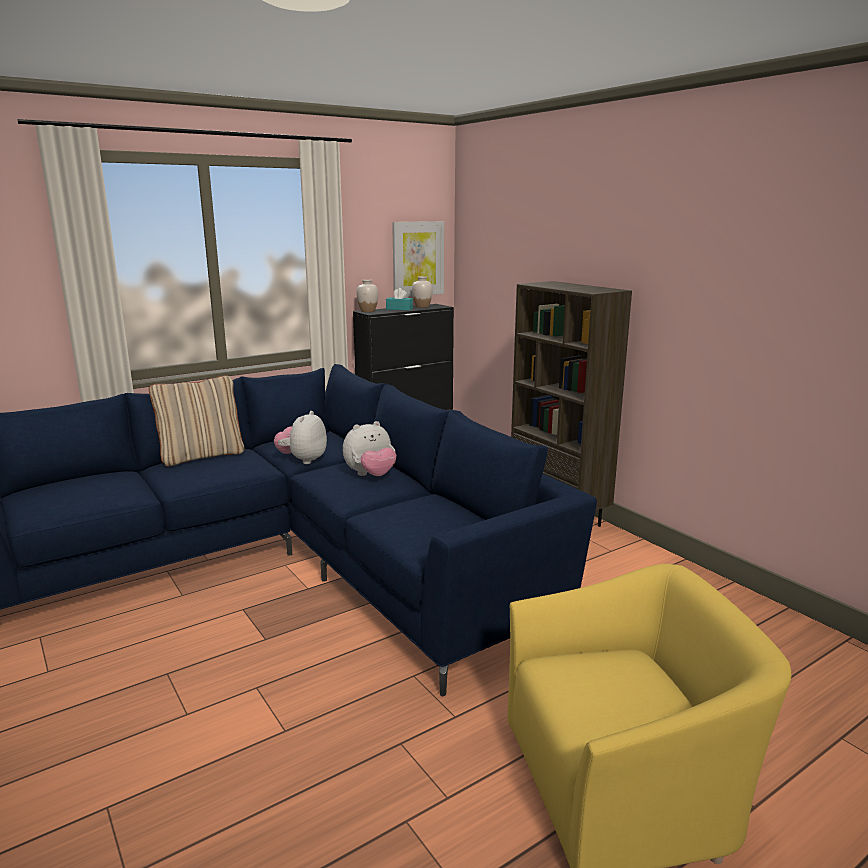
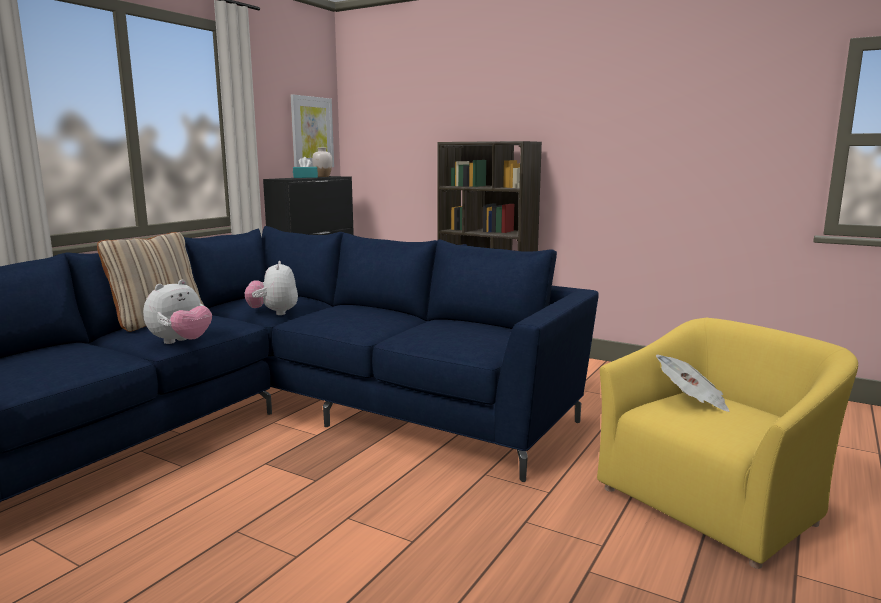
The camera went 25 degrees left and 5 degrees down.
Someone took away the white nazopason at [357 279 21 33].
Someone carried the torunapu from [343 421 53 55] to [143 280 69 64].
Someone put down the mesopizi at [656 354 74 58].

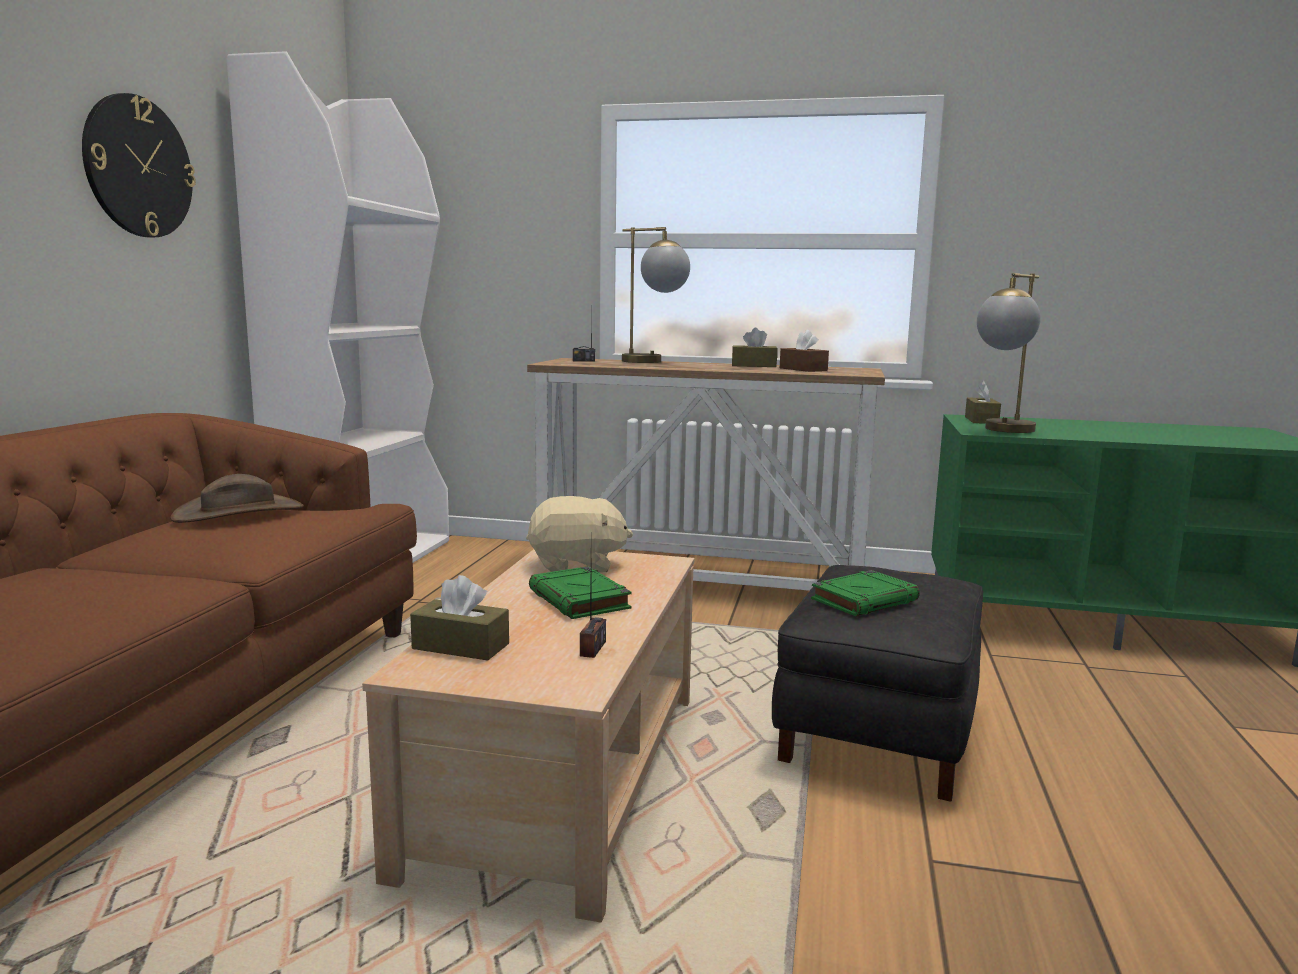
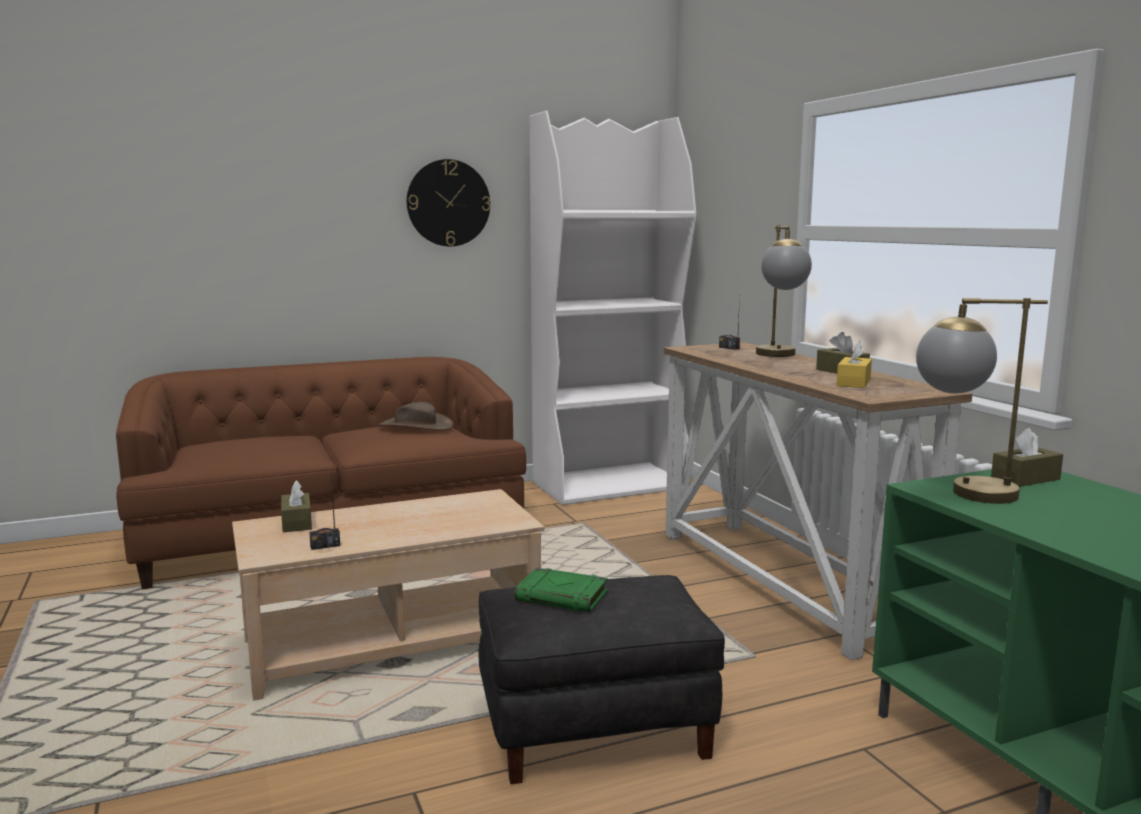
The camera went 55 degrees right and 0 degrees up.
Someone repainted the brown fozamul at [780 330 49 42], which became the yellow fozamul at [837 340 35 48].
Someone took away the beige torunapu at [526 496 107 77].
Someone took away the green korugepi at [529 566 103 53].

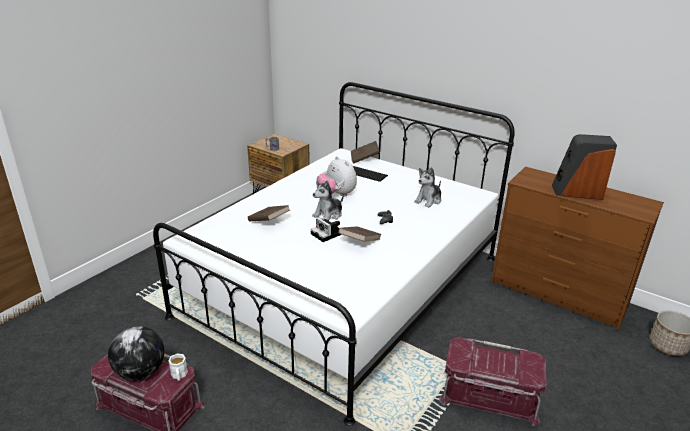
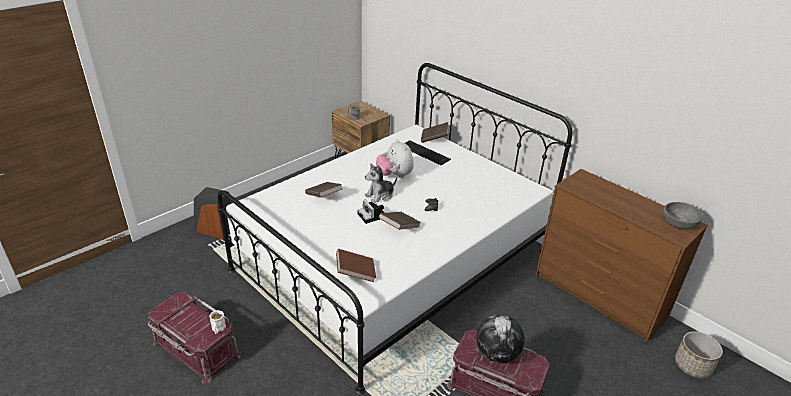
The camera went 10 degrees right and 5 degrees up.
Someone carried the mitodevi from [552 134 65 66] to [194 187 38 53].
Someone took away the torunapu at [414 167 27 41].
Someone carried the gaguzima from [108 326 56 55] to [477 315 48 48].
Someone put down the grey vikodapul at [664 202 39 28].
Someone put down the brown korugepi at [336 249 40 33].

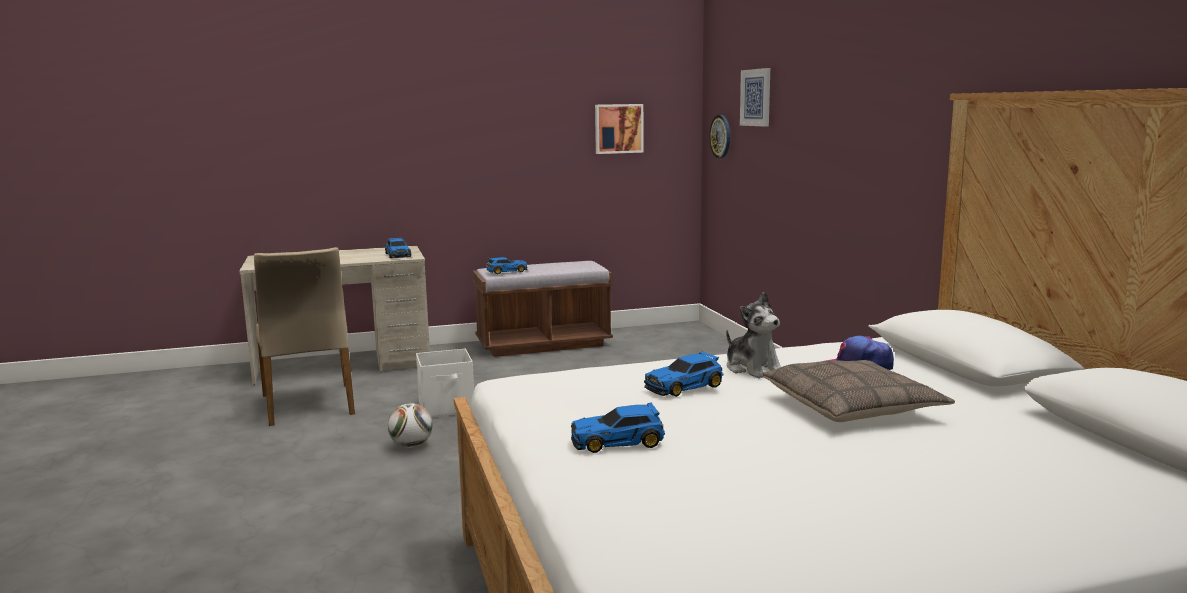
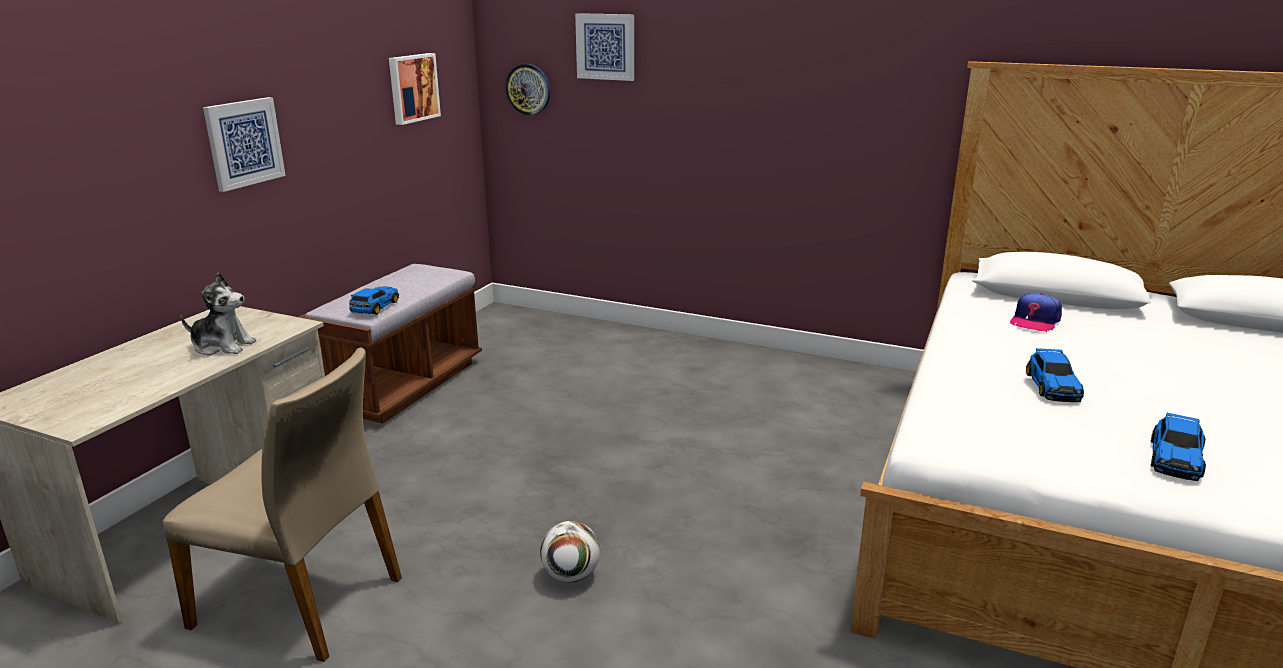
The camera went 50 degrees left and 10 degrees up.
Someone took away the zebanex at [385 238 26 20].
Someone carried the torunapu from [726 292 55 87] to [180 273 77 83].
Someone took away the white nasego at [416 349 58 69].
Someone took away the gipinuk at [762 360 193 62].
Someone put up the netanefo at [203 97 83 95].

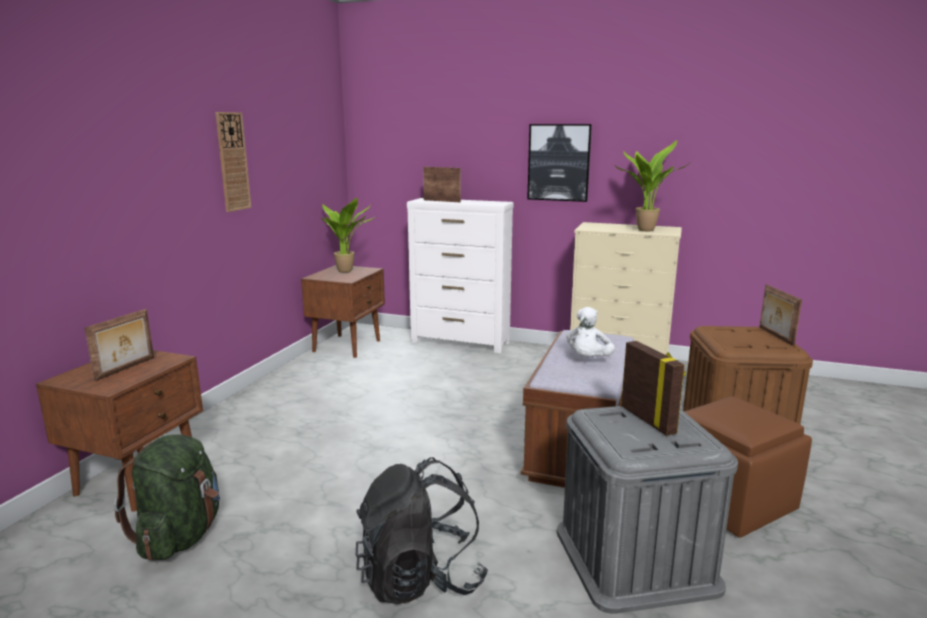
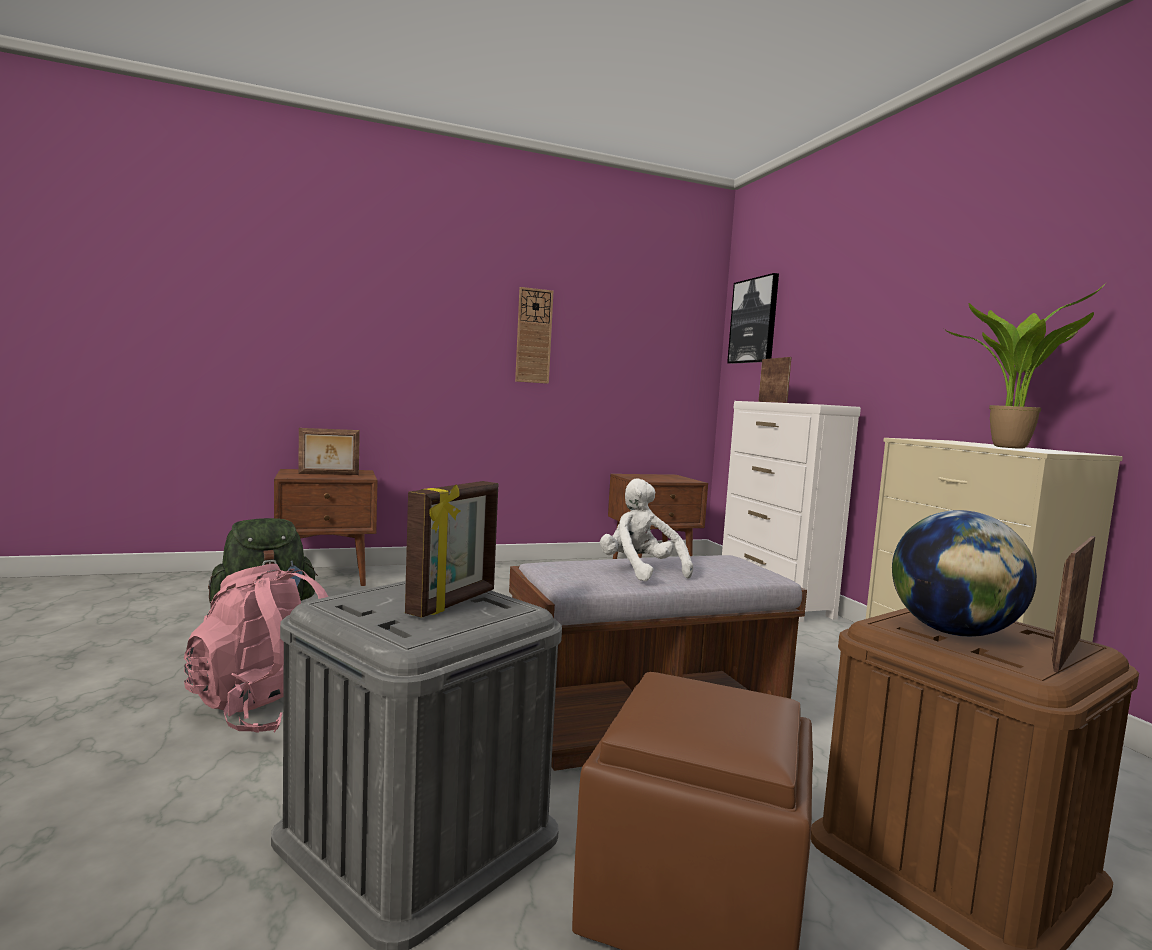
The camera went 50 degrees right and 10 degrees down.
Someone carried the netanefo from [527 124 65 78] to [727 273 52 91].
Someone took away the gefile at [321 198 54 75].
Someone rotated the white torunapu at [566 307 49 50] by 75 degrees clockwise.
Someone repainted the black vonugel at [356 457 132 147], which became the pink vonugel at [184 564 144 169].
Someone put down the gaguzima at [892 510 145 127].

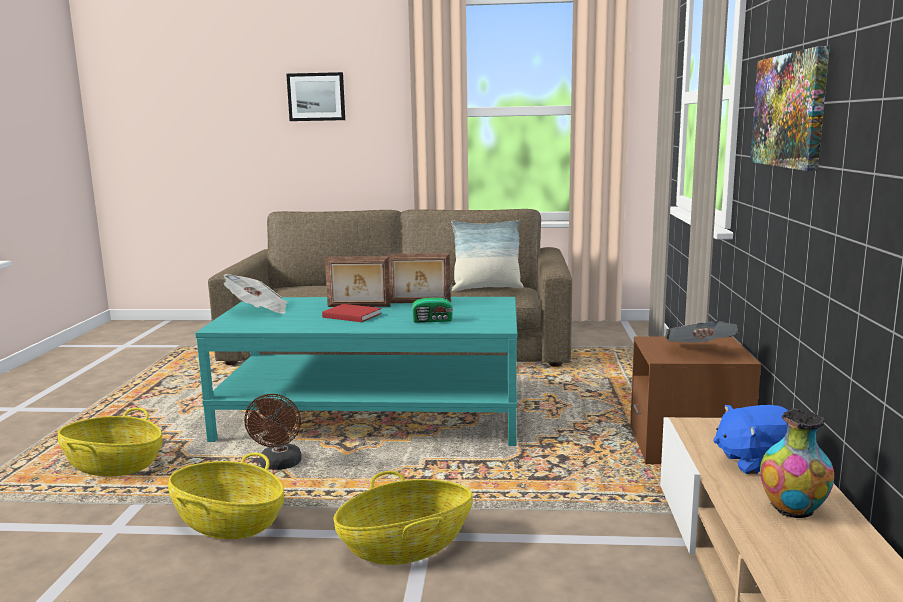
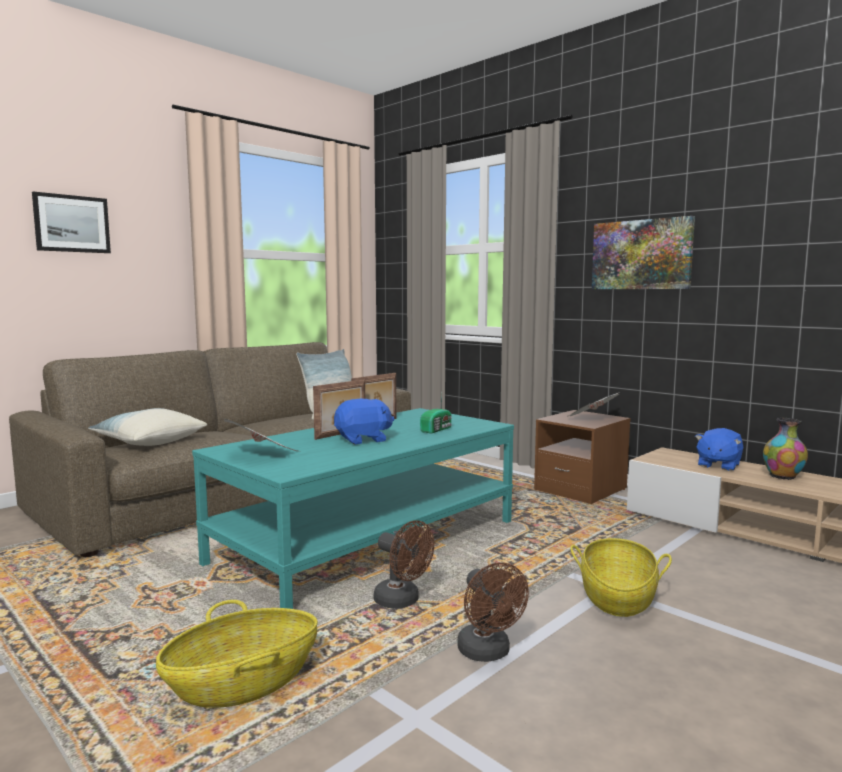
The camera went 50 degrees left and 5 degrees down.
Someone swapped the red korugepi at [322 304 60 18] for the blue torunapu at [334 399 60 45].
Someone swapped the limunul at [168 453 116 86] for the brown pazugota at [457 562 72 100].
Someone put down the gipinuk at [88 408 119 38].

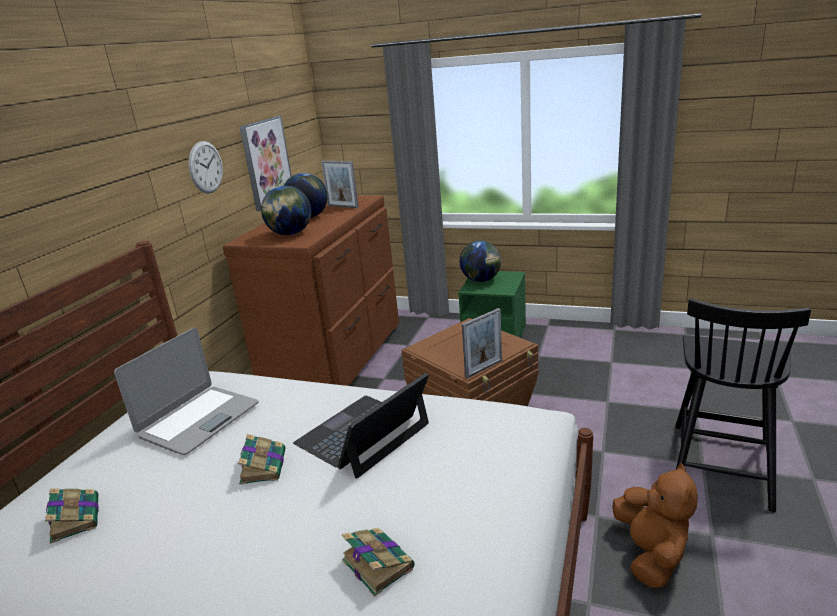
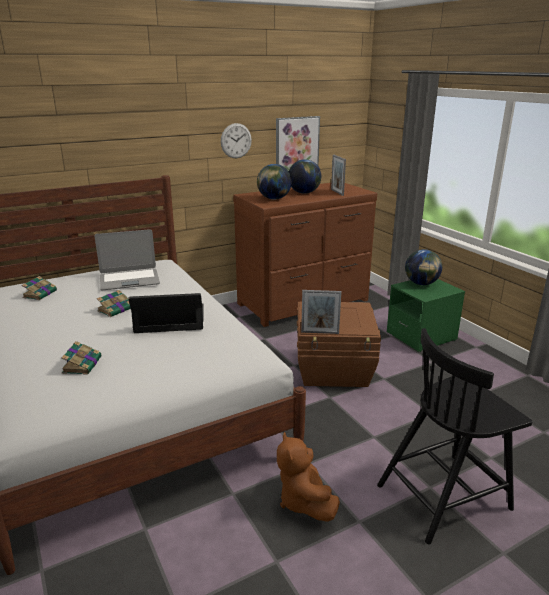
The camera went 40 degrees right and 0 degrees up.
Someone rotated the brown torunapu at [612 463 86 125] by 120 degrees clockwise.

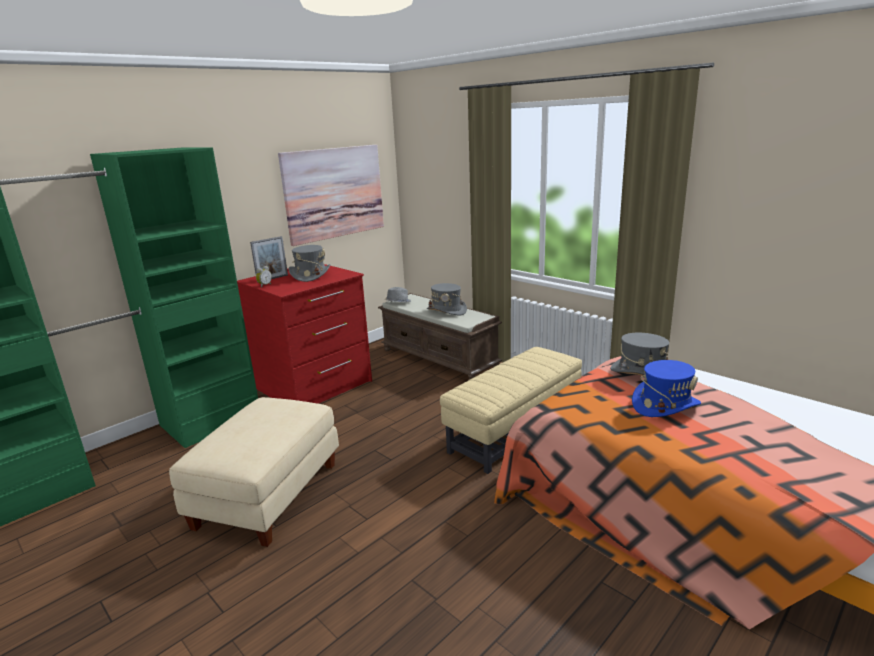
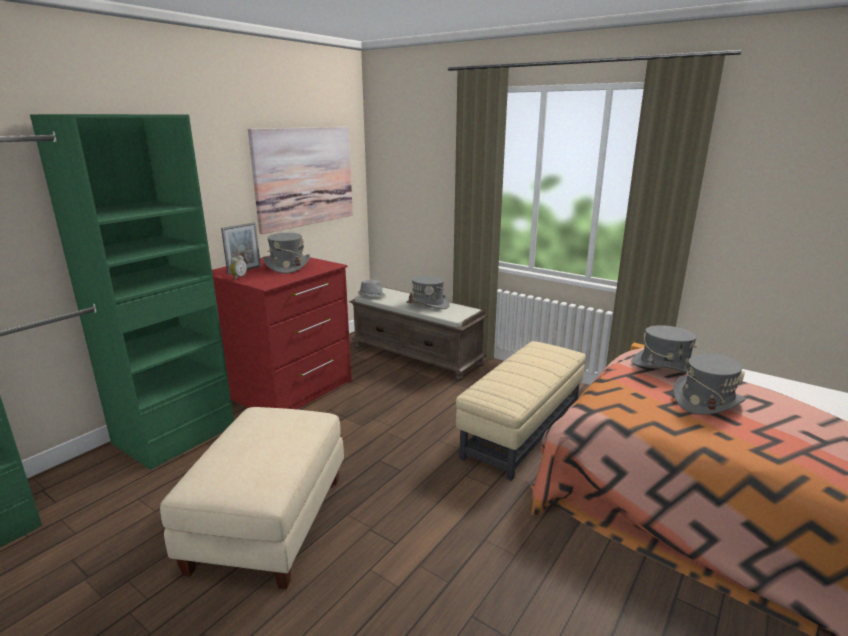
The camera went 10 degrees left and 0 degrees up.
Someone repainted the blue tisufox at [632 360 69 57], which became the grey tisufox at [673 354 73 61].

